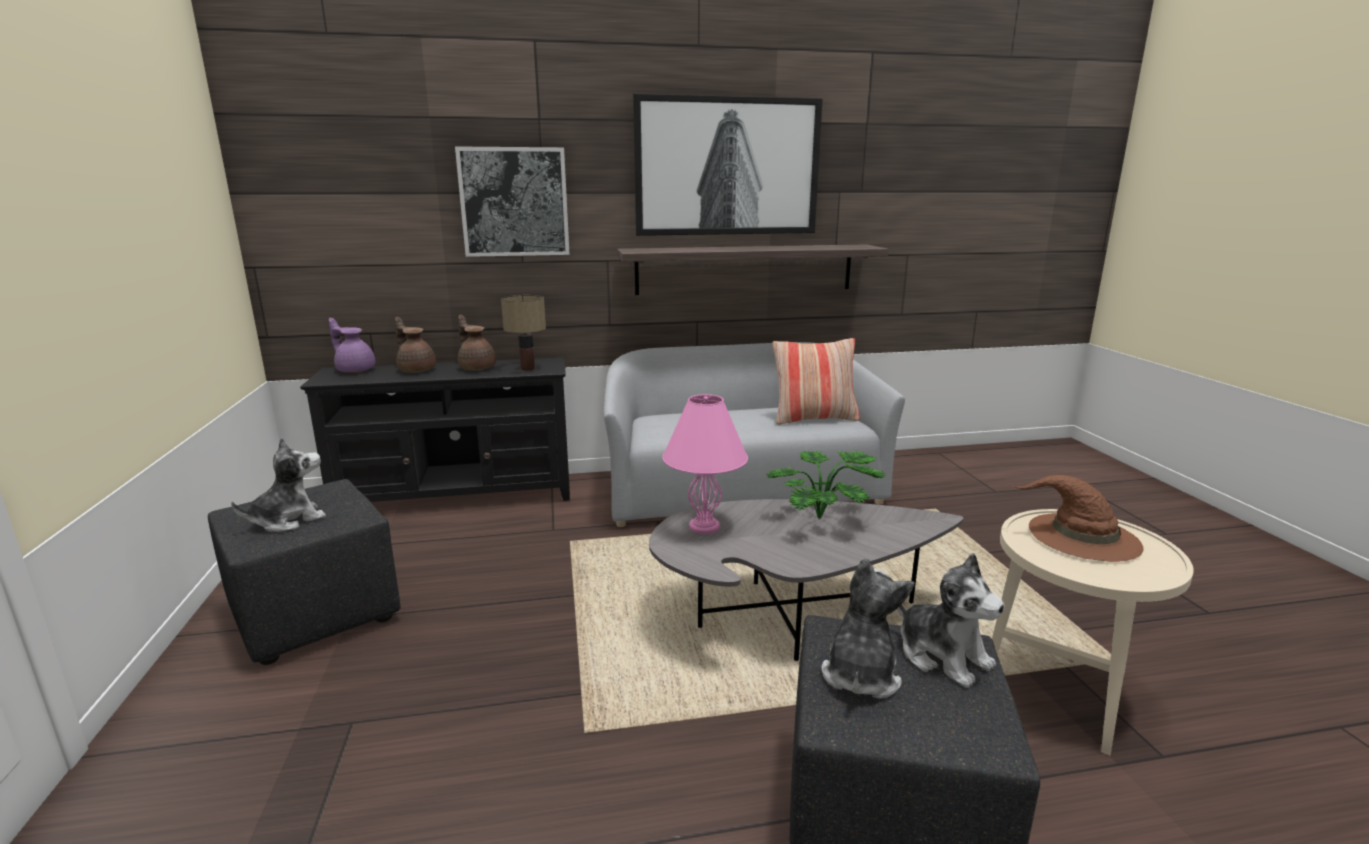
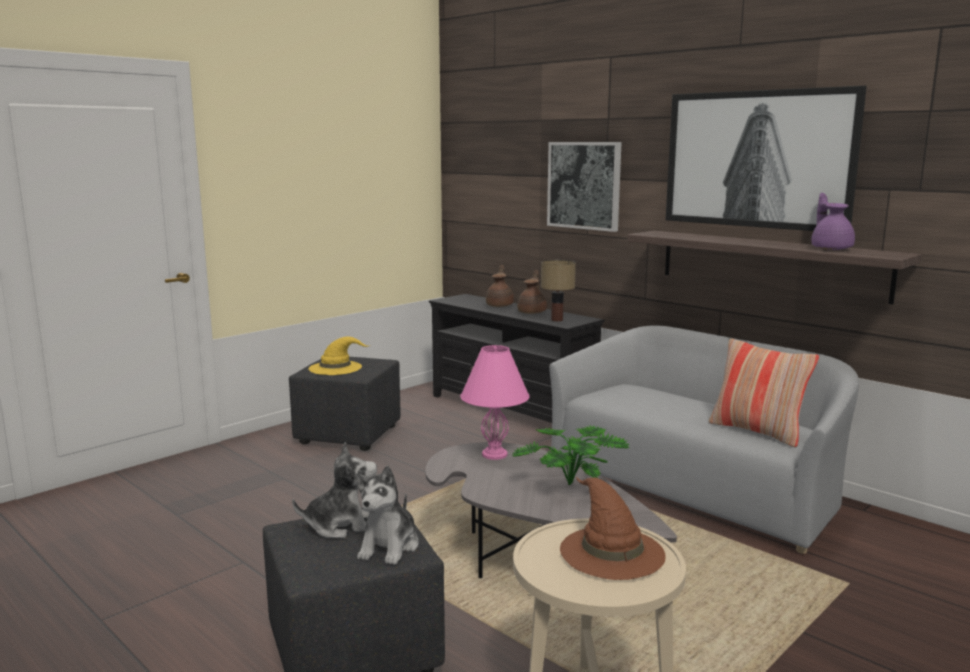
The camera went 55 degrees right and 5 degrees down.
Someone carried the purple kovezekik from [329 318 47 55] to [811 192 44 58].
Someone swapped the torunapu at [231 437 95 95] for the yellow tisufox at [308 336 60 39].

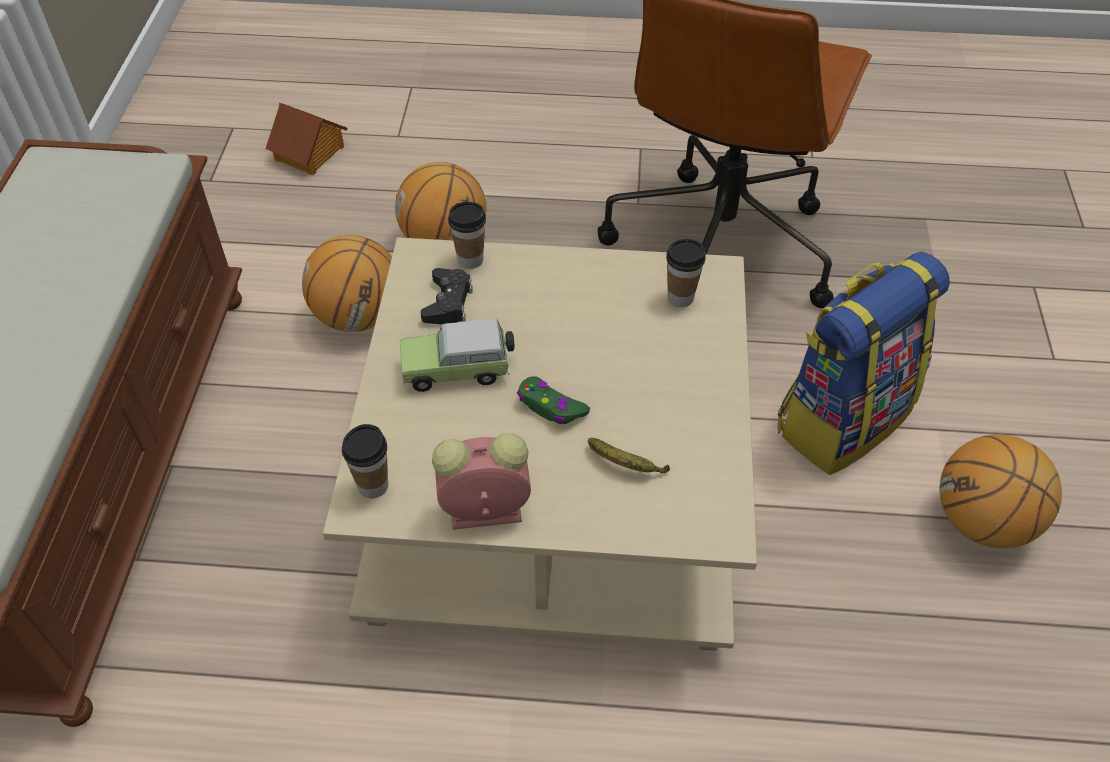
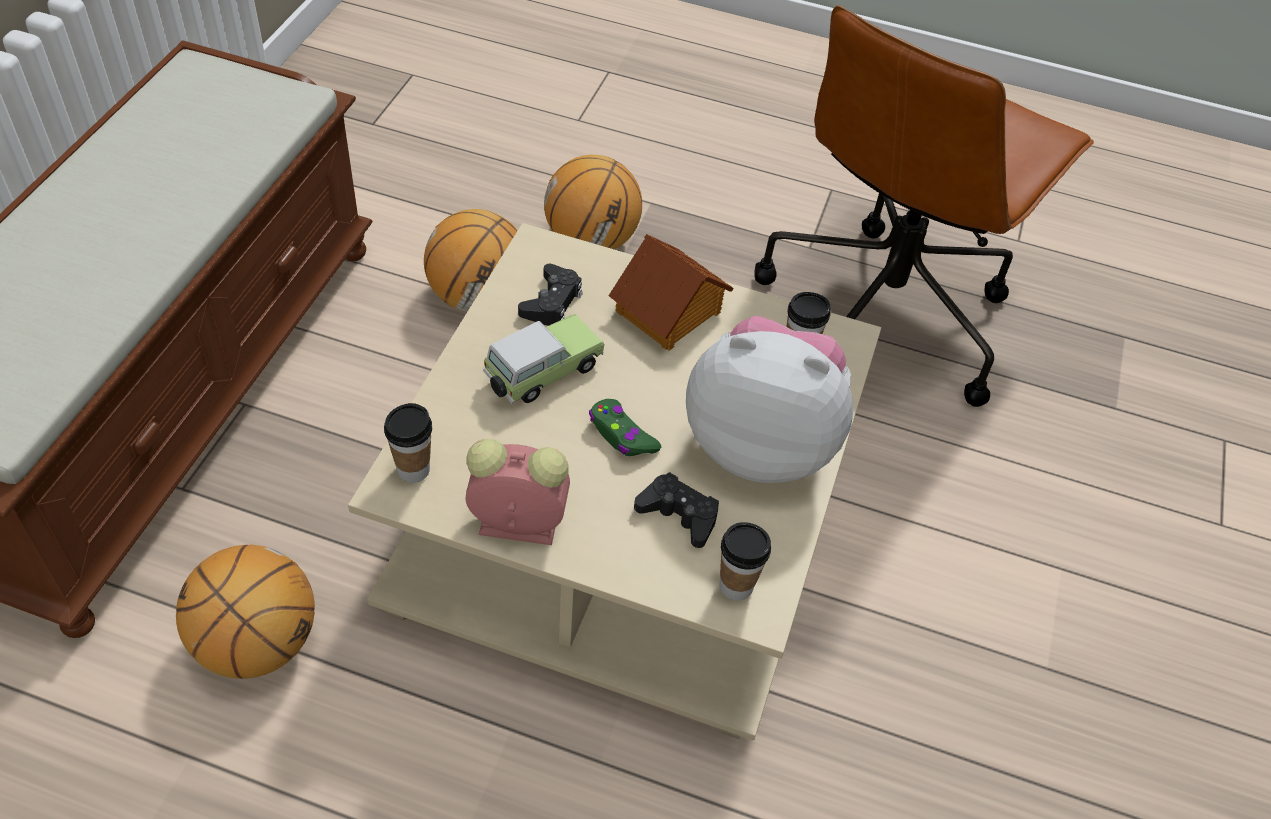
The camera went 10 degrees right and 0 degrees up.
Someone carried the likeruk from [266 102 81 73] to [609 234 125 117].
Someone carried the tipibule from [448 202 38 67] to [719 522 52 79].
Someone took away the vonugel at [778 252 172 223].
Someone rotated the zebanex at [400 319 115 73] by 135 degrees clockwise.
Someone carried the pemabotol from [940 435 122 113] to [176 545 139 134].
Someone swapped the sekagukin at [588 438 82 36] for the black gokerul at [634 472 85 76].
Someone put down the torunapu at [686 316 167 167].

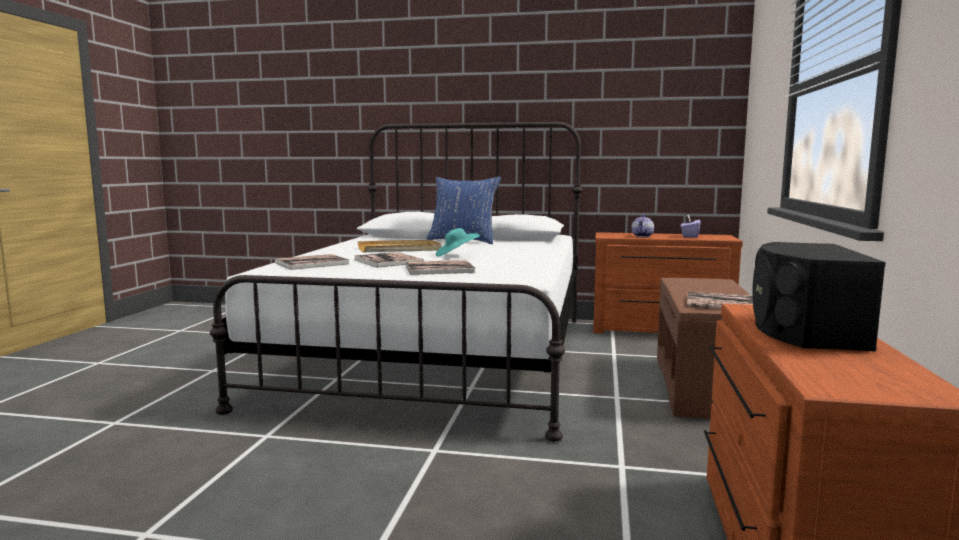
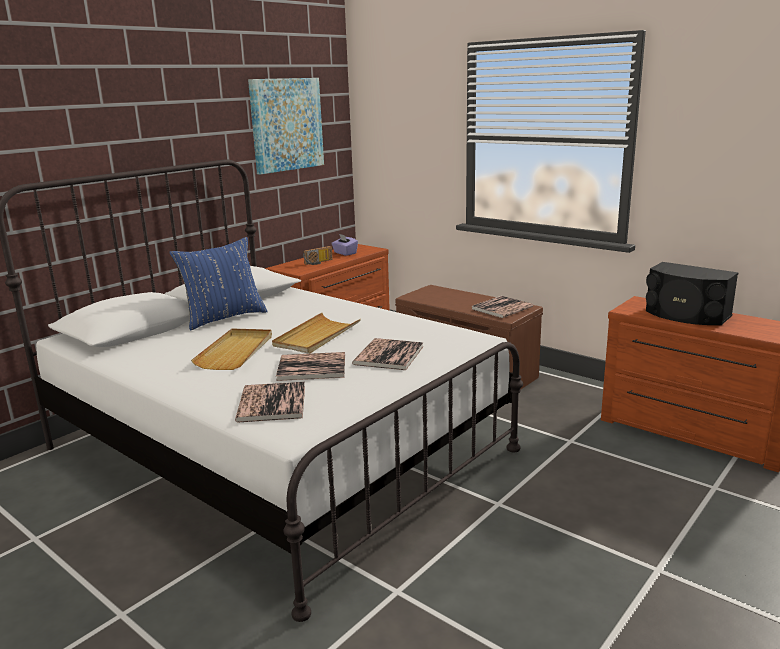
The camera went 60 degrees left and 10 degrees up.
Someone swapped the kovezekik at [631 214 23 23] for the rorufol at [303 246 29 19].
Someone swapped the turquoise tisufox at [436 228 44 29] for the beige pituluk at [272 313 89 41].
Someone put up the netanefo at [248 78 76 97].

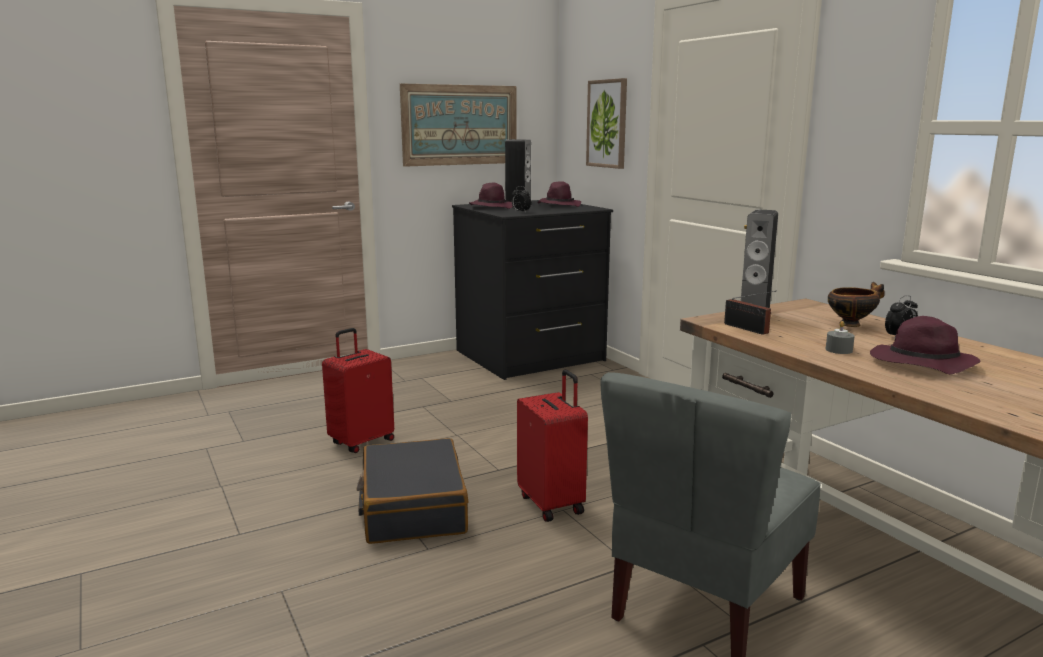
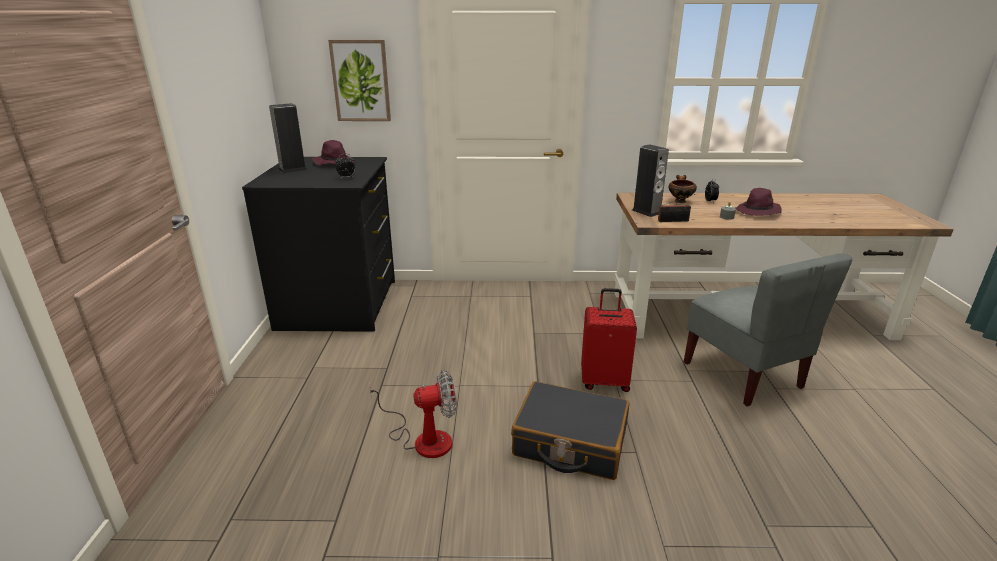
The camera went 60 degrees left and 10 degrees up.
Someone took away the netanefo at [400 83 117 84].
Someone took away the purple tisufox at [469 183 44 26].
Someone swapped the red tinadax at [322 328 72 125] for the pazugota at [369 370 88 88].

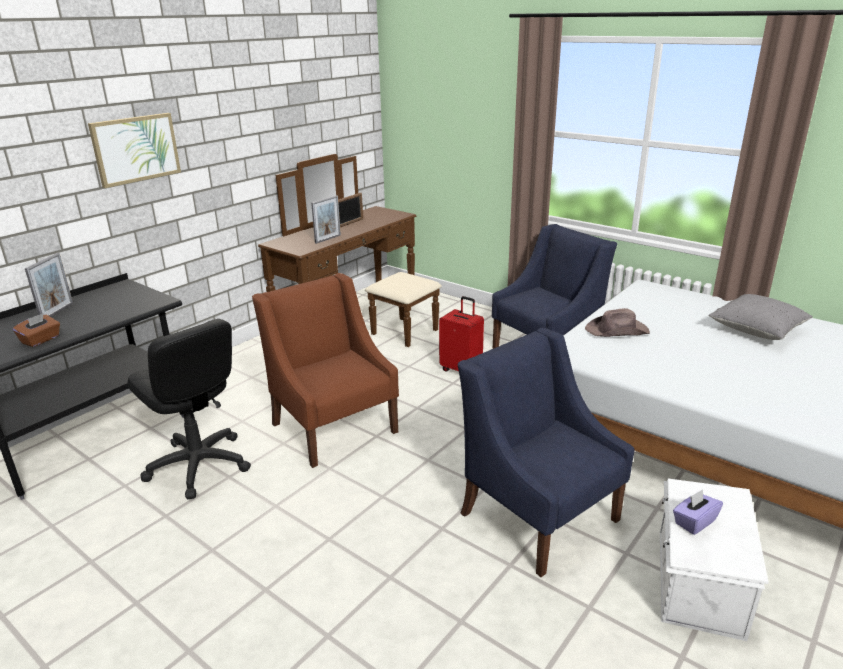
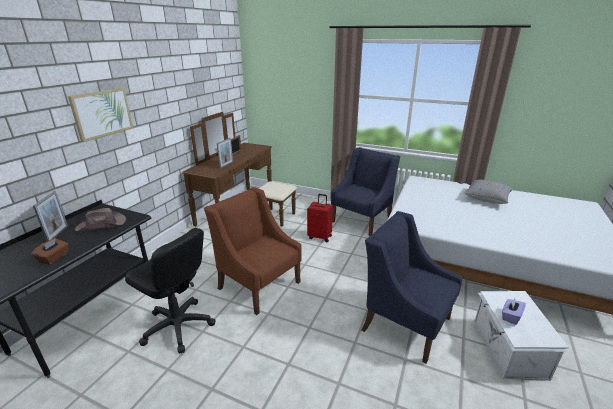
The camera went 15 degrees left and 0 degrees up.
Someone carried the brown tisufox from [585 308 65 29] to [75 208 51 23].

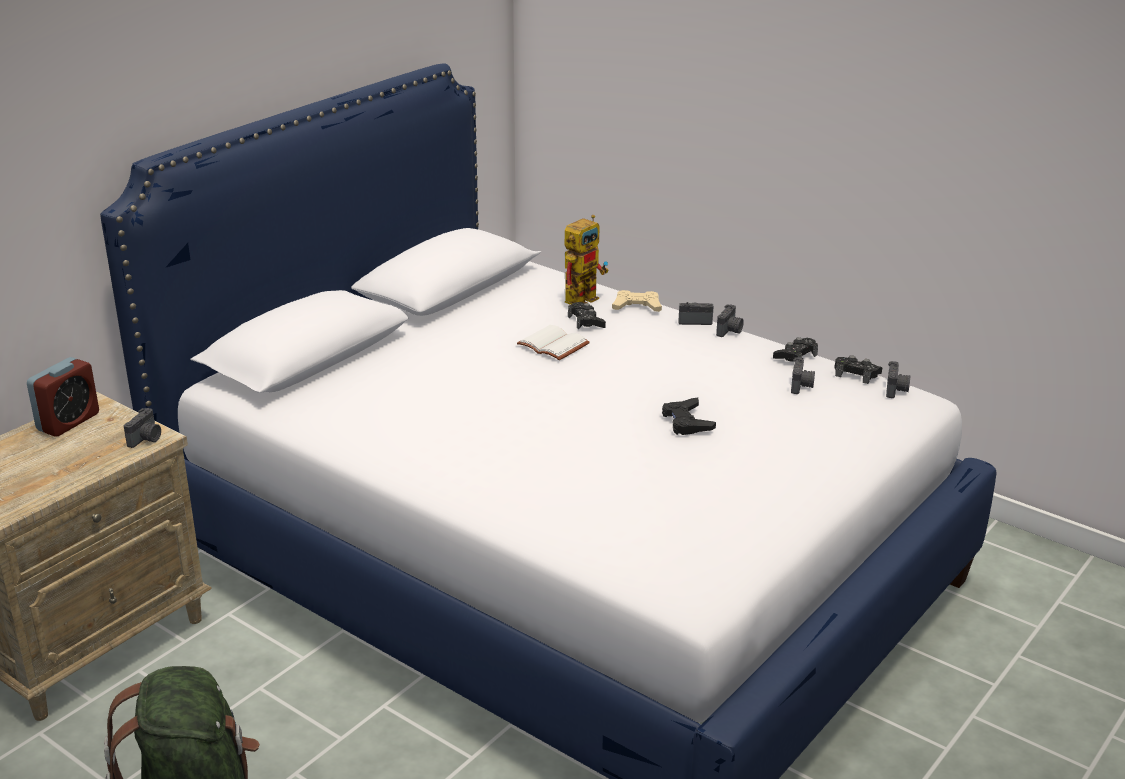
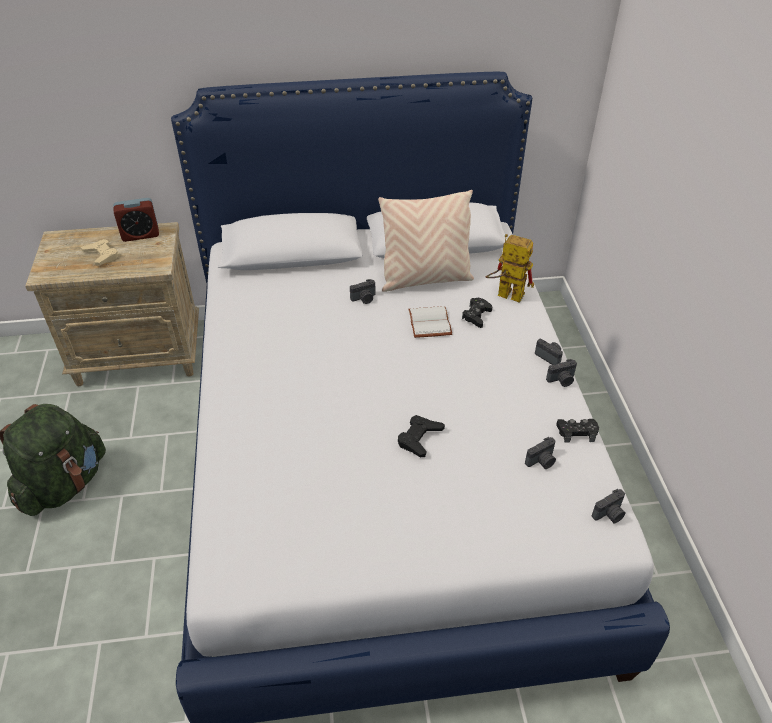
The camera went 45 degrees right and 15 degrees up.
Someone rotated the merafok at [565 215 44 90] by 150 degrees counterclockwise.
Someone carried the beige gokerul from [612 290 50 22] to [81 239 37 27].
Someone took away the black gokerul at [834 355 48 29].
Someone carried the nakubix from [124 408 37 40] to [350 279 25 25].
Someone put down the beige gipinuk at [378 190 96 102].

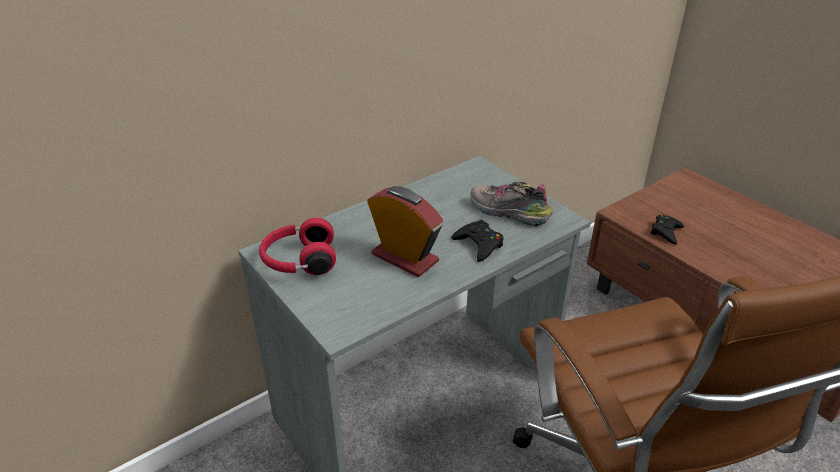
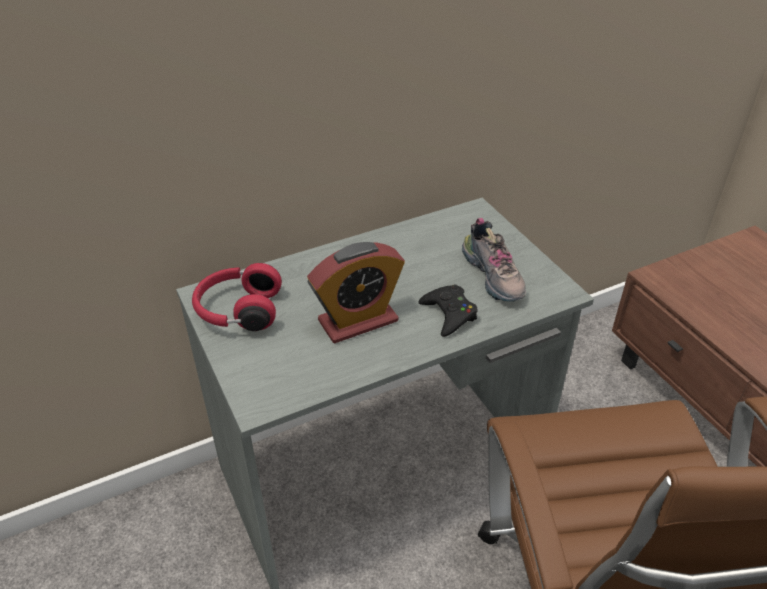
The camera went 10 degrees right and 5 degrees up.
Someone rotated the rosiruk at [470 182 83 44] by 150 degrees counterclockwise.
Someone rotated the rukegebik at [367 186 76 91] by 105 degrees clockwise.
Someone took away the black gokerul at [651 215 33 29].

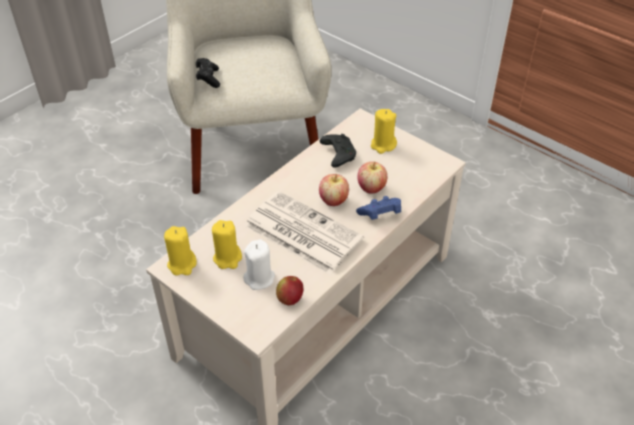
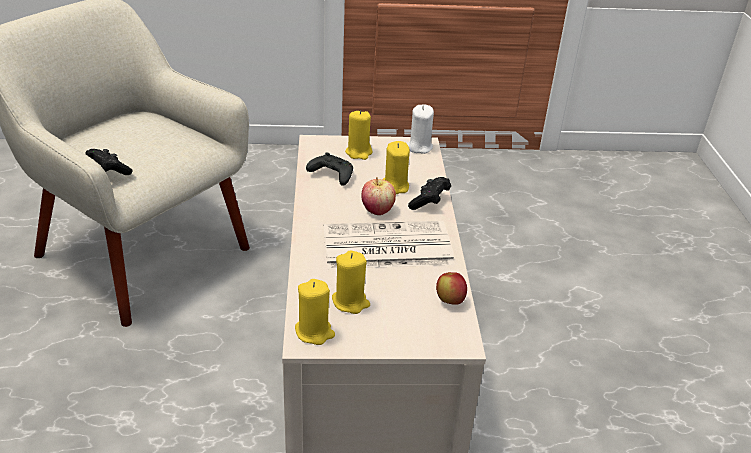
The camera went 45 degrees left and 10 degrees down.
Someone swapped the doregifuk at [358 161 29 32] for the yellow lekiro at [382 141 28 53].
Someone repainted the blue gokerul at [356 196 45 24], which became the black gokerul at [408 177 43 33].
Someone carried the white lekiro from [243 239 32 51] to [407 104 27 50].

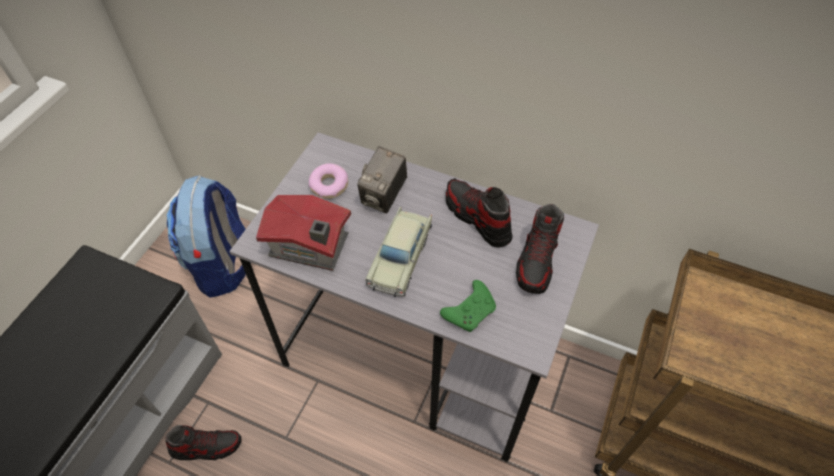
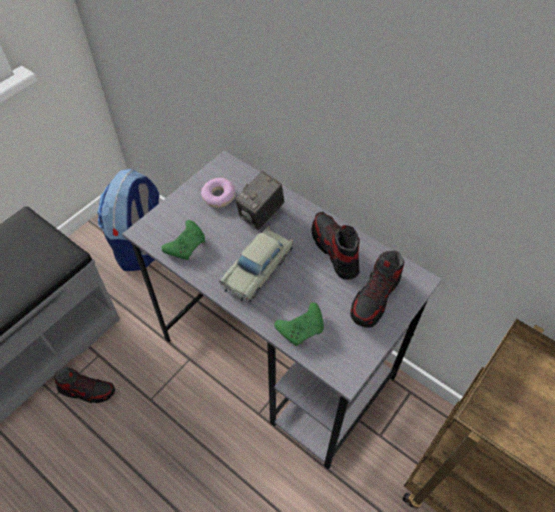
The camera went 15 degrees right and 0 degrees up.
Someone swapped the likeruk at [256 195 95 76] for the green gokerul at [161 220 44 40].

